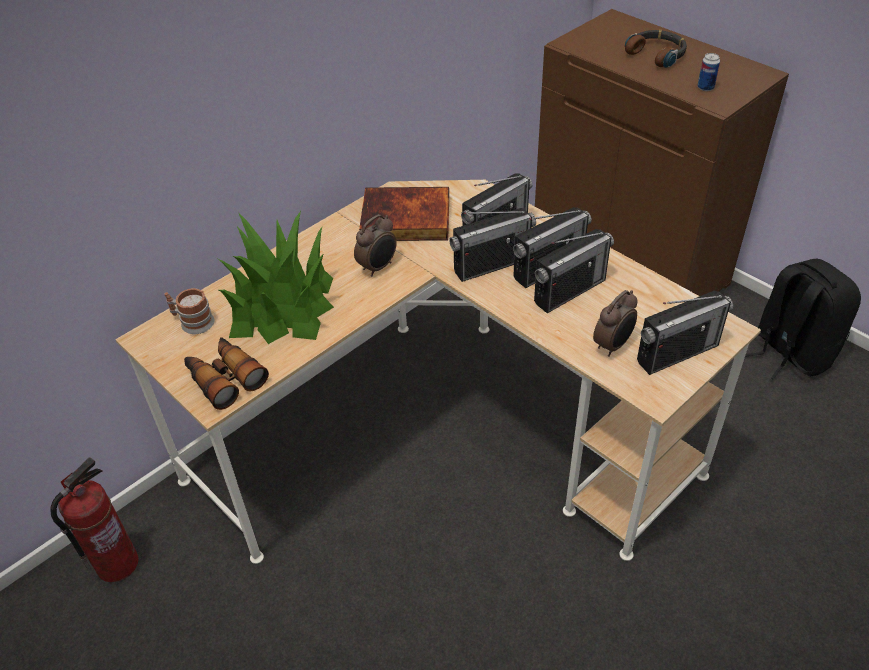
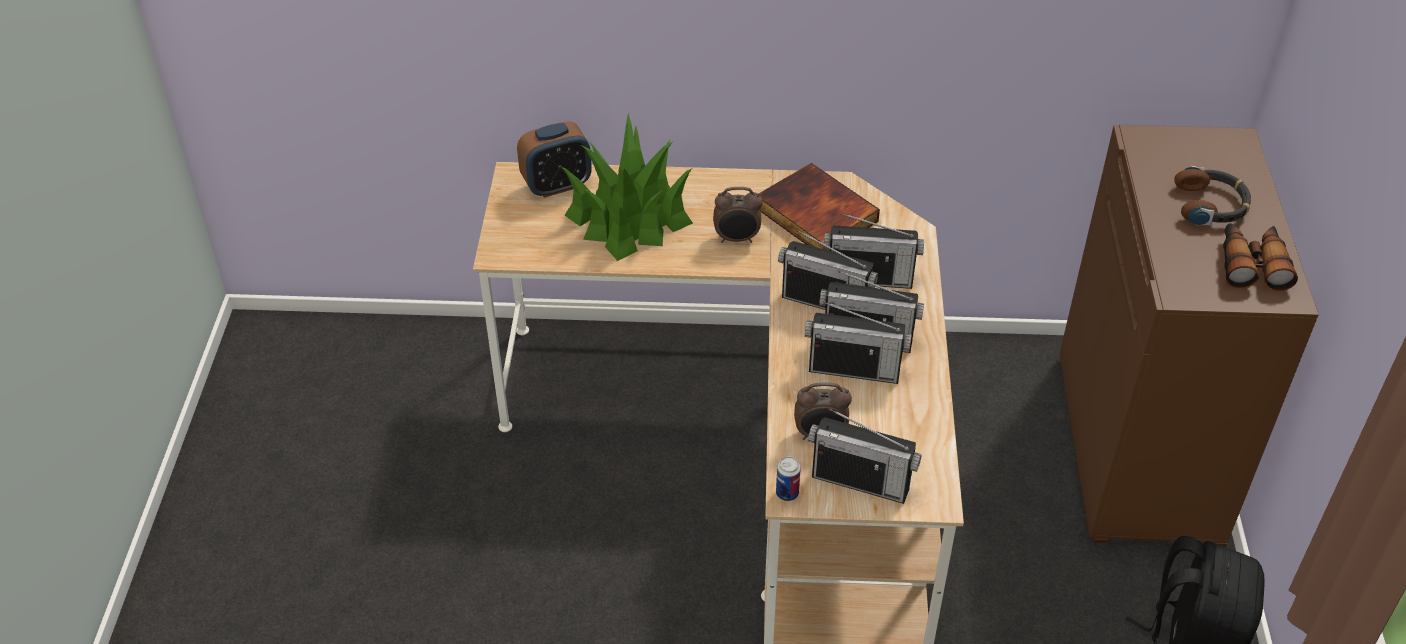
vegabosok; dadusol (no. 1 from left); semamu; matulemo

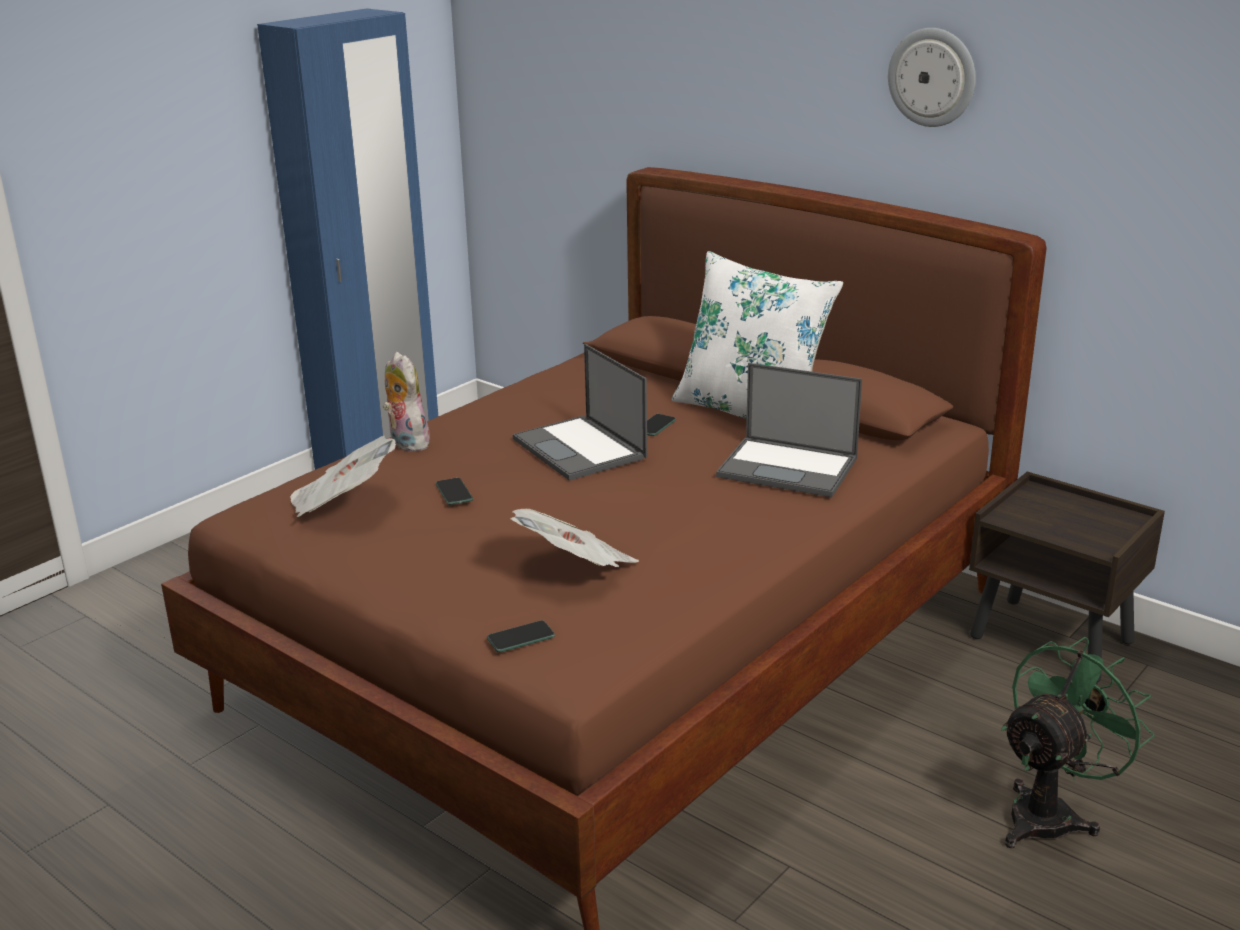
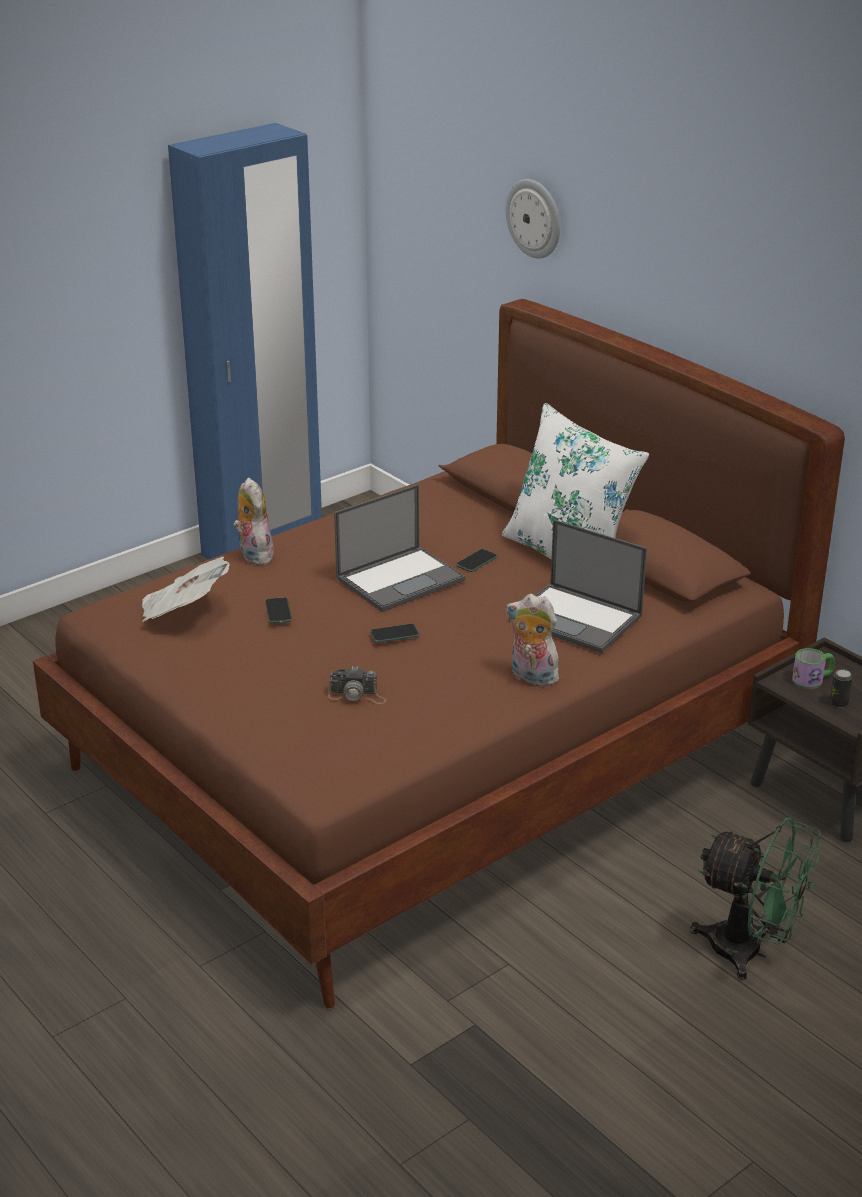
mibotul; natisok (no. 1 from left); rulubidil; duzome (no. 2 from left); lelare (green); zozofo (no. 2 from left); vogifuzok; vegabosok

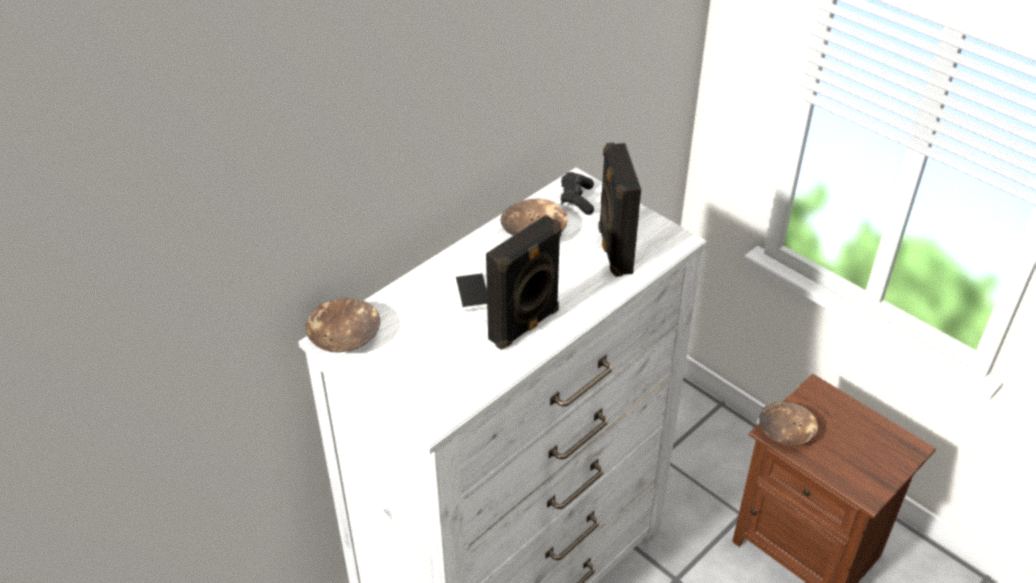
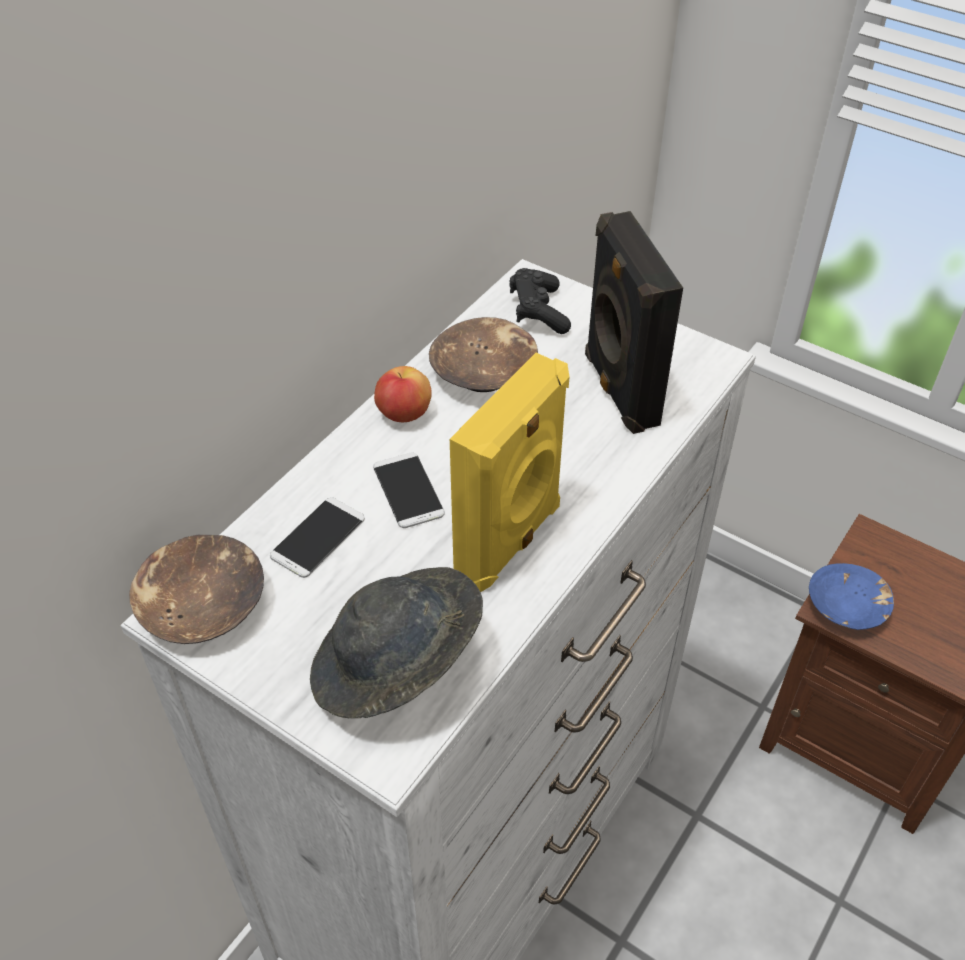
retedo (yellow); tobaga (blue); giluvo; duzome (no. 1 from left); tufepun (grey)

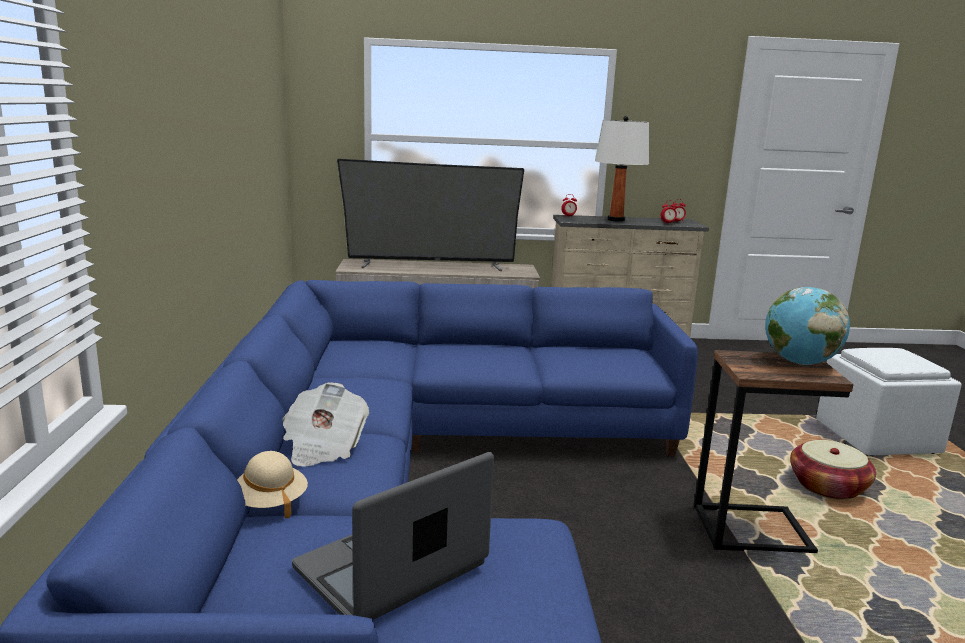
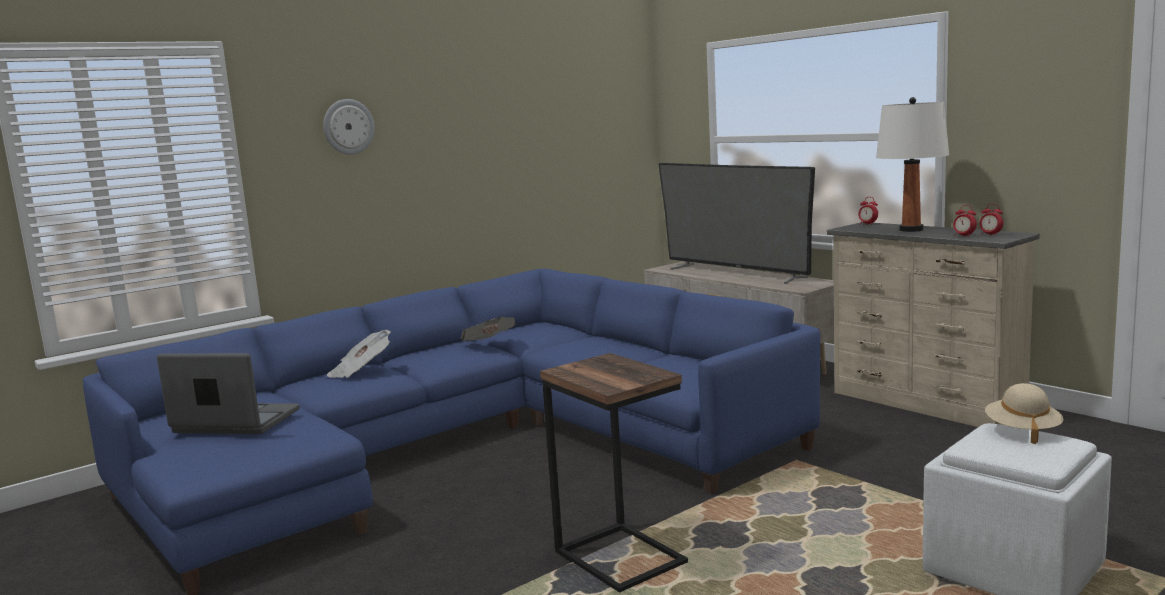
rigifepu; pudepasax; tufepun (beige); mibotul; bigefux (no. 2 from left)

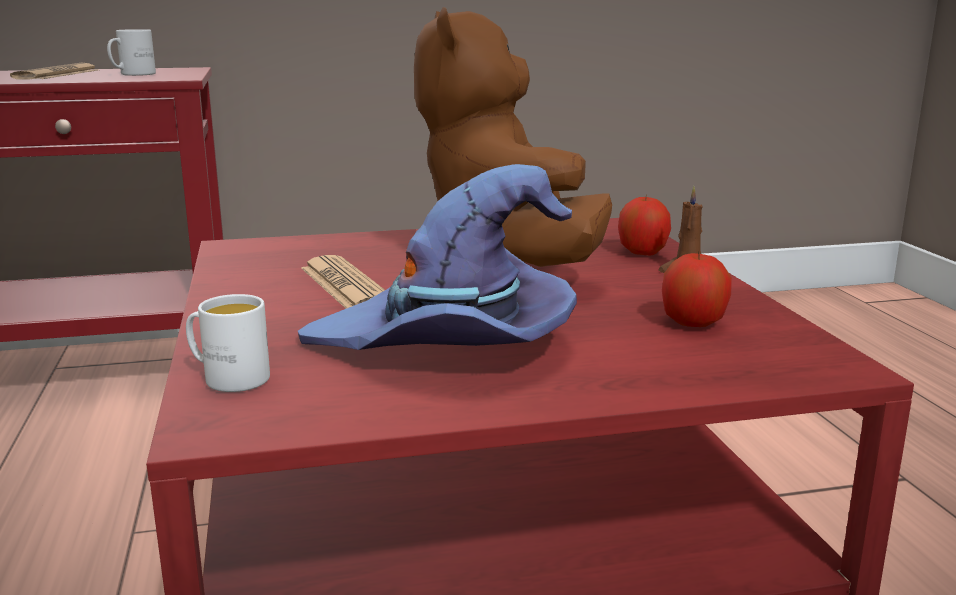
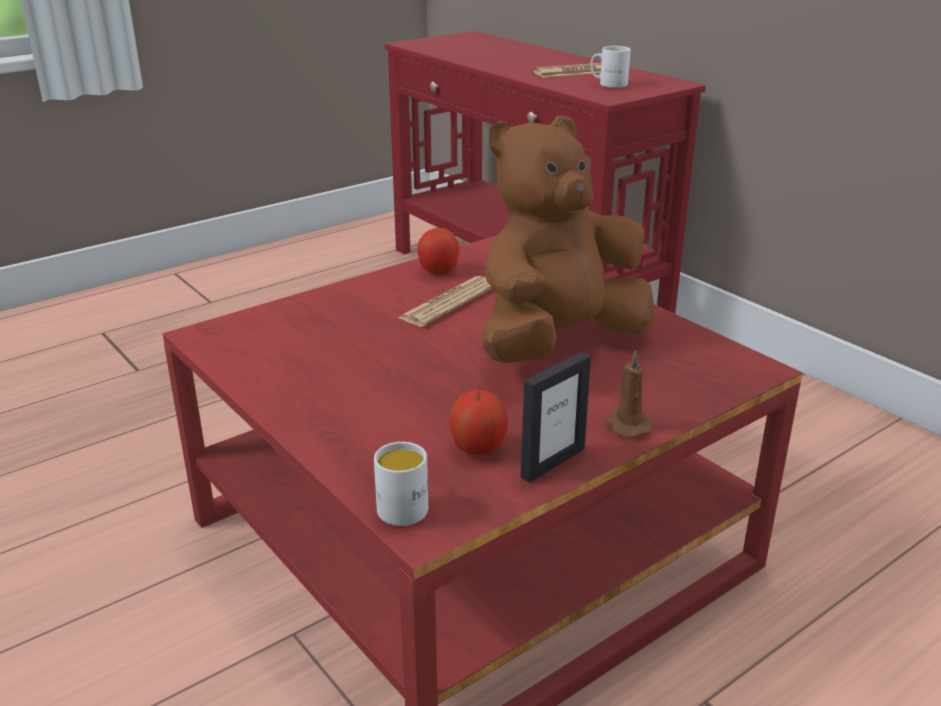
tufepun (purple); giluvo (no. 1 from left); vogifuzok (white) (no. 1 from left); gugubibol

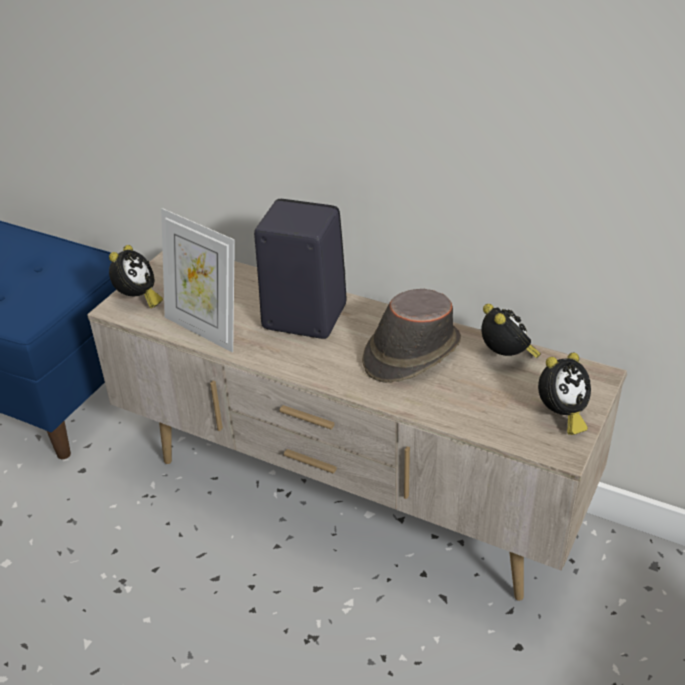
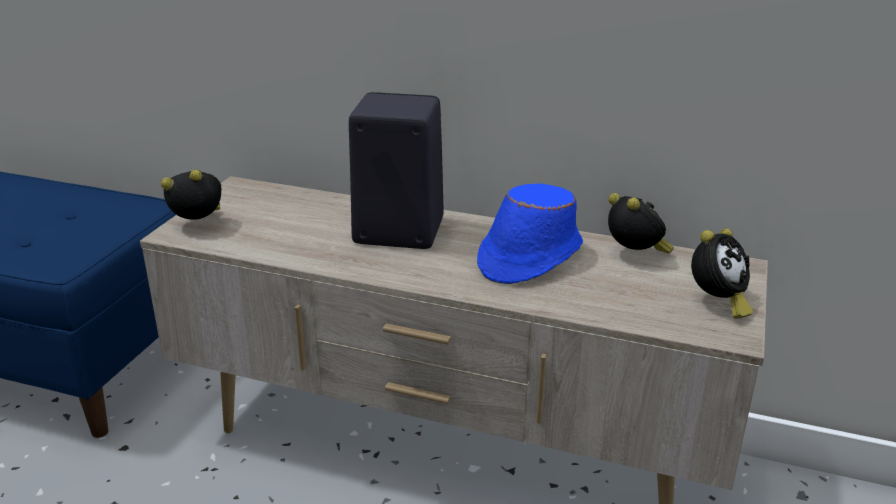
gugubibol; dadusol (no. 1 from left); tufepun (blue)

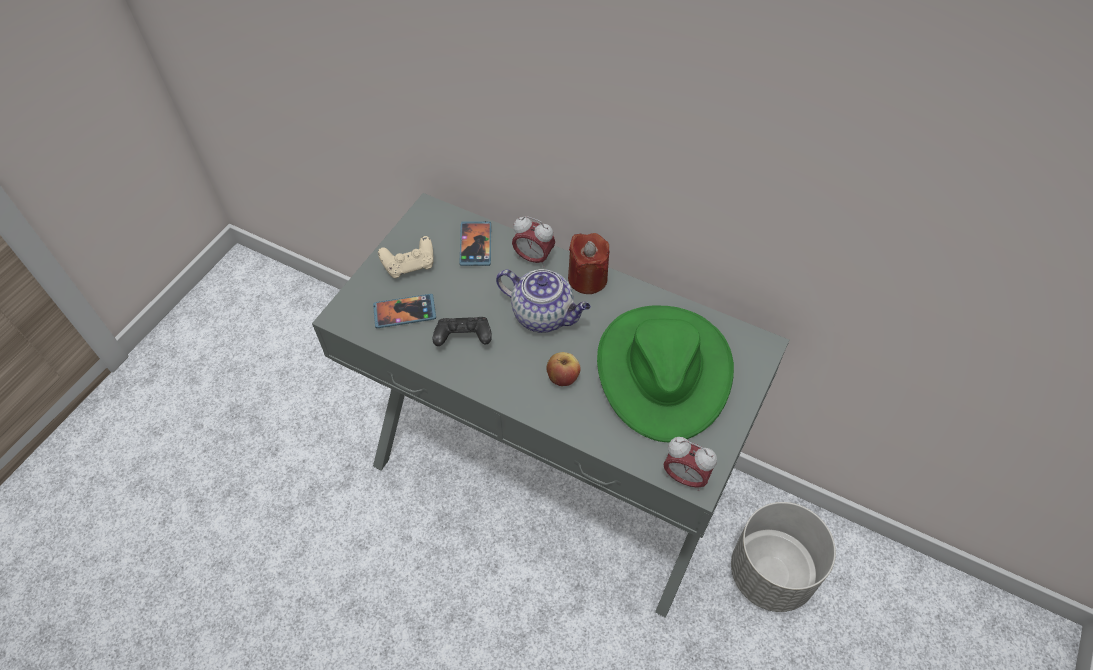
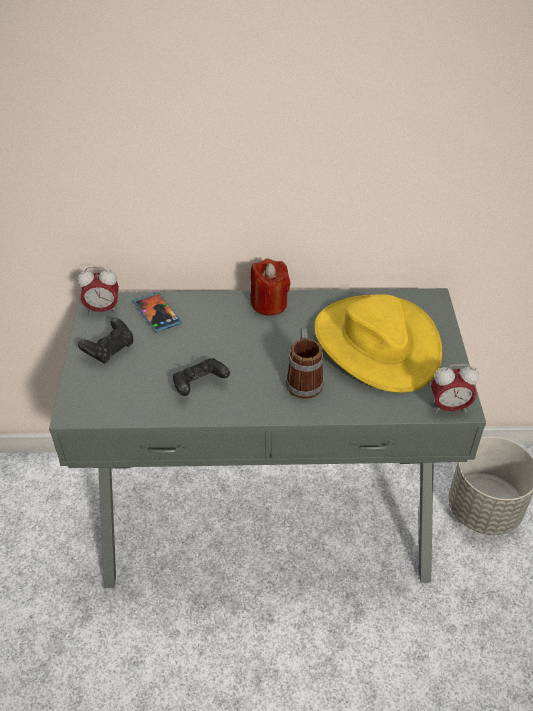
dadusol (no. 1 from left); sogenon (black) (no. 1 from left); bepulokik; duzome (no. 1 from left in the first image); tufepun (yellow); vogifuzok

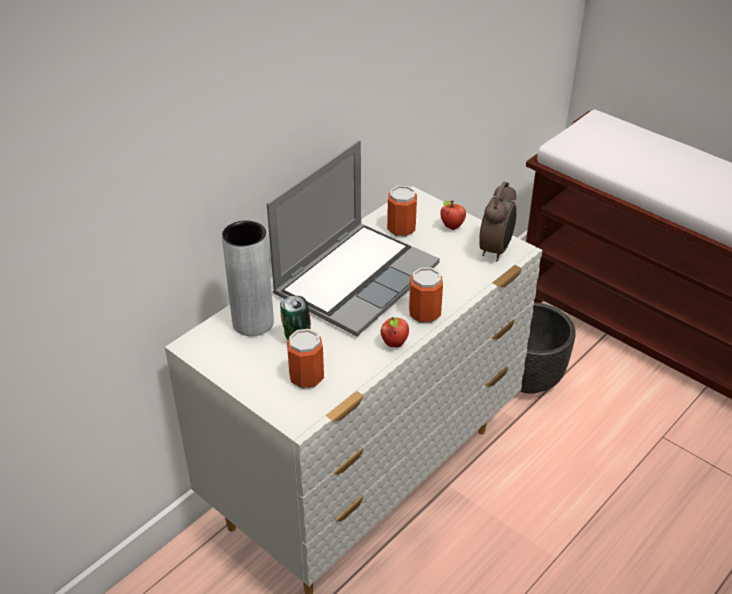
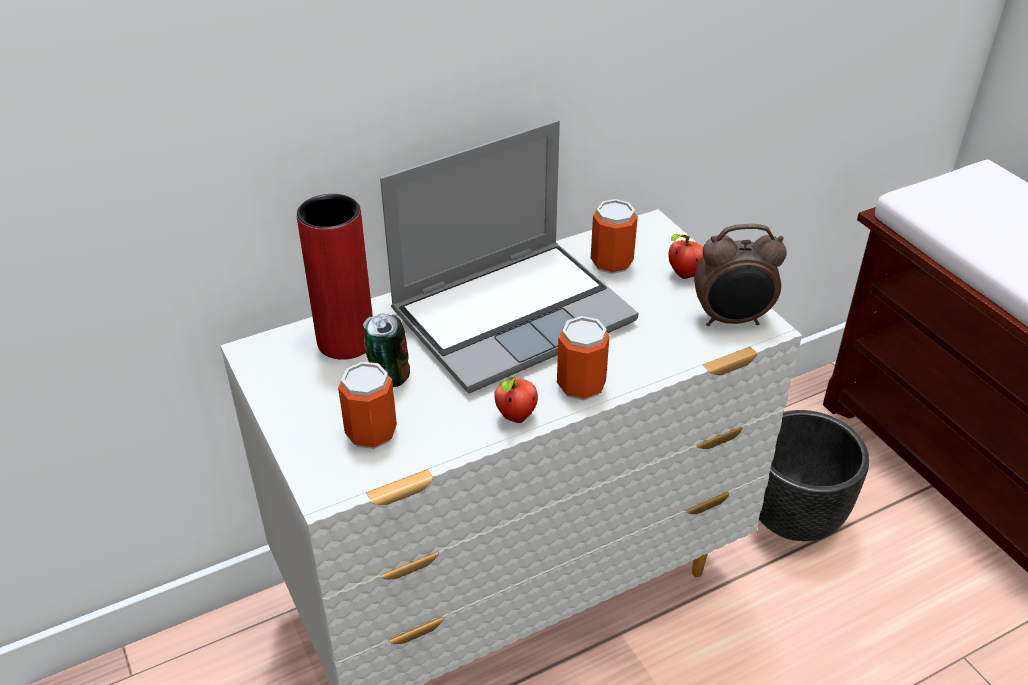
dadusol; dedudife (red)

